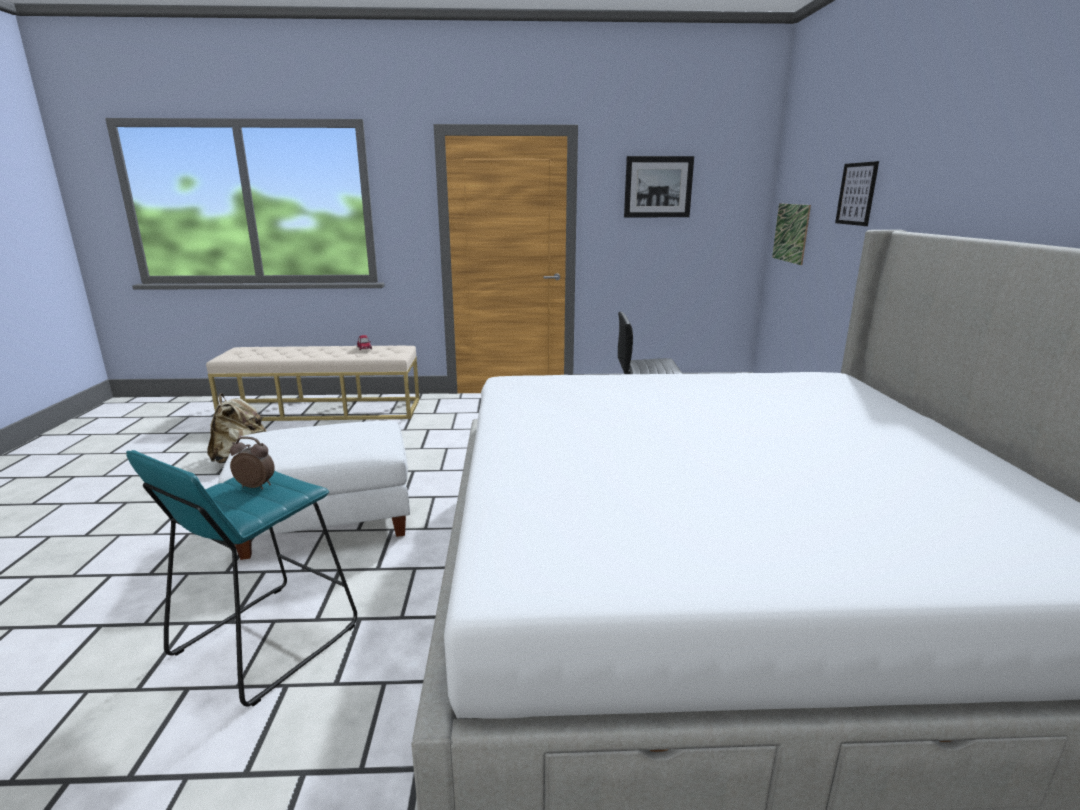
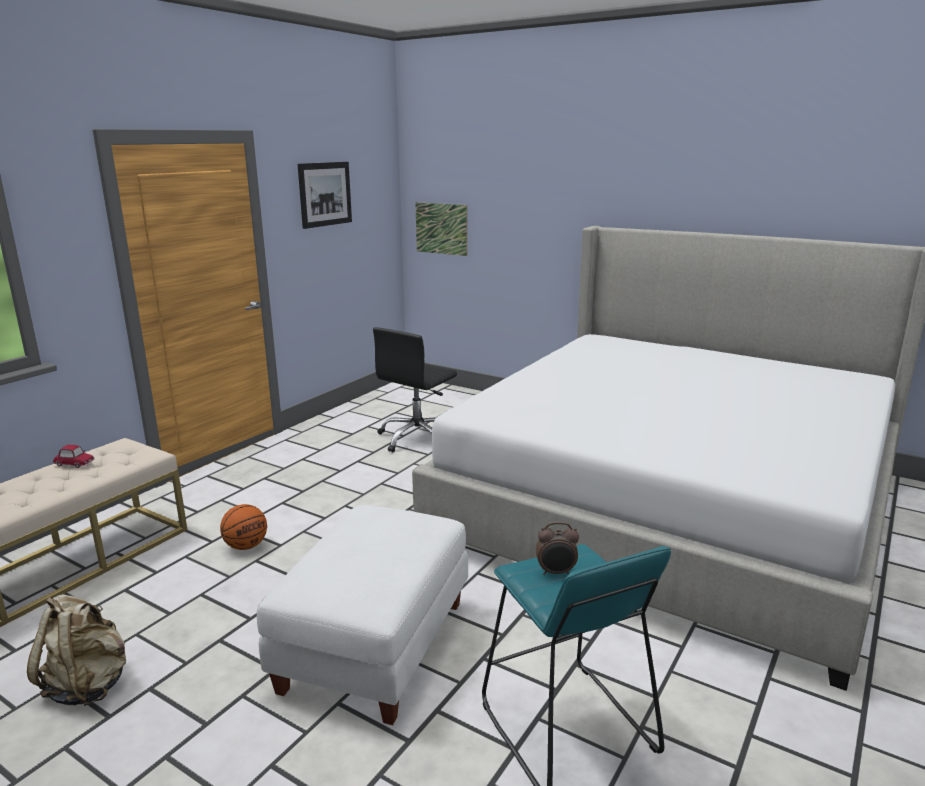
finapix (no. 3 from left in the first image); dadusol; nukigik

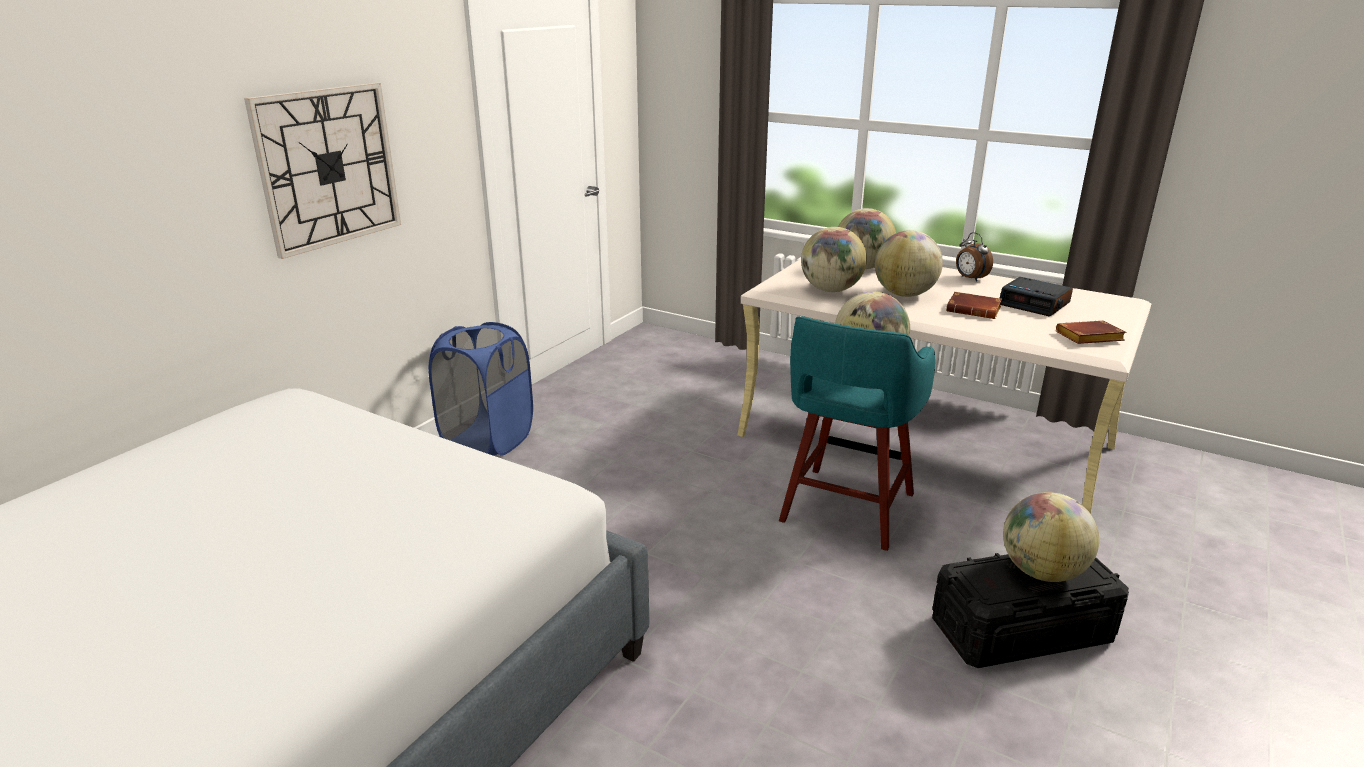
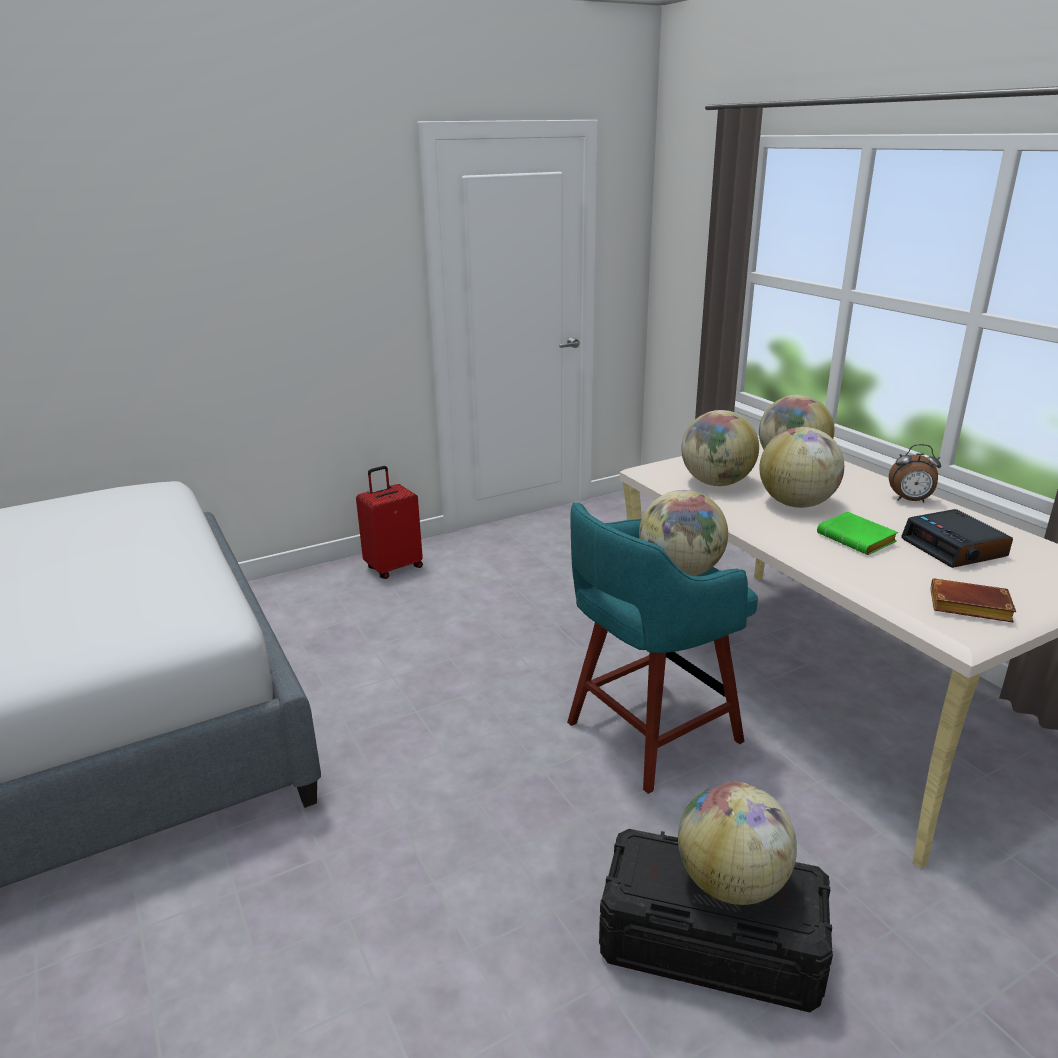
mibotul; dadusol (no. 1 from left); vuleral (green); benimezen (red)

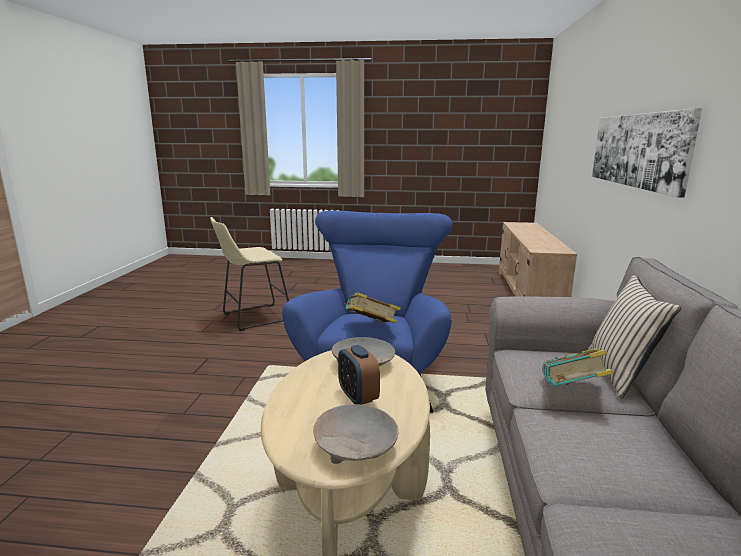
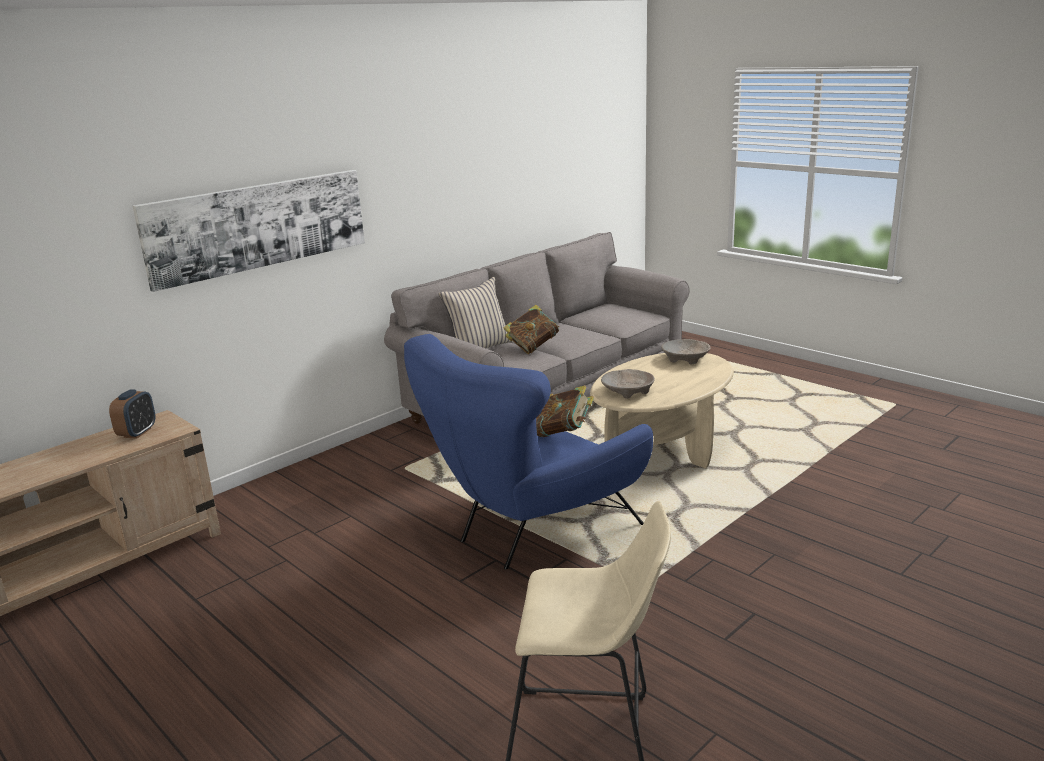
dadusol

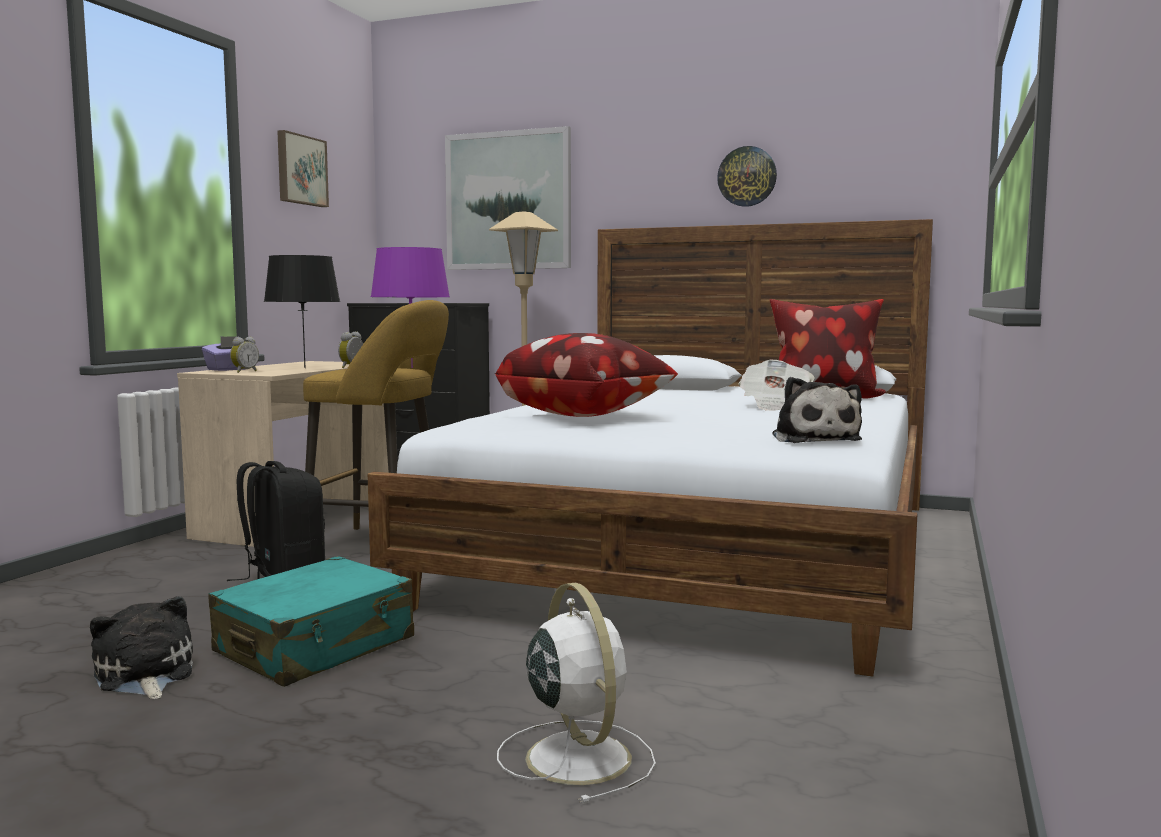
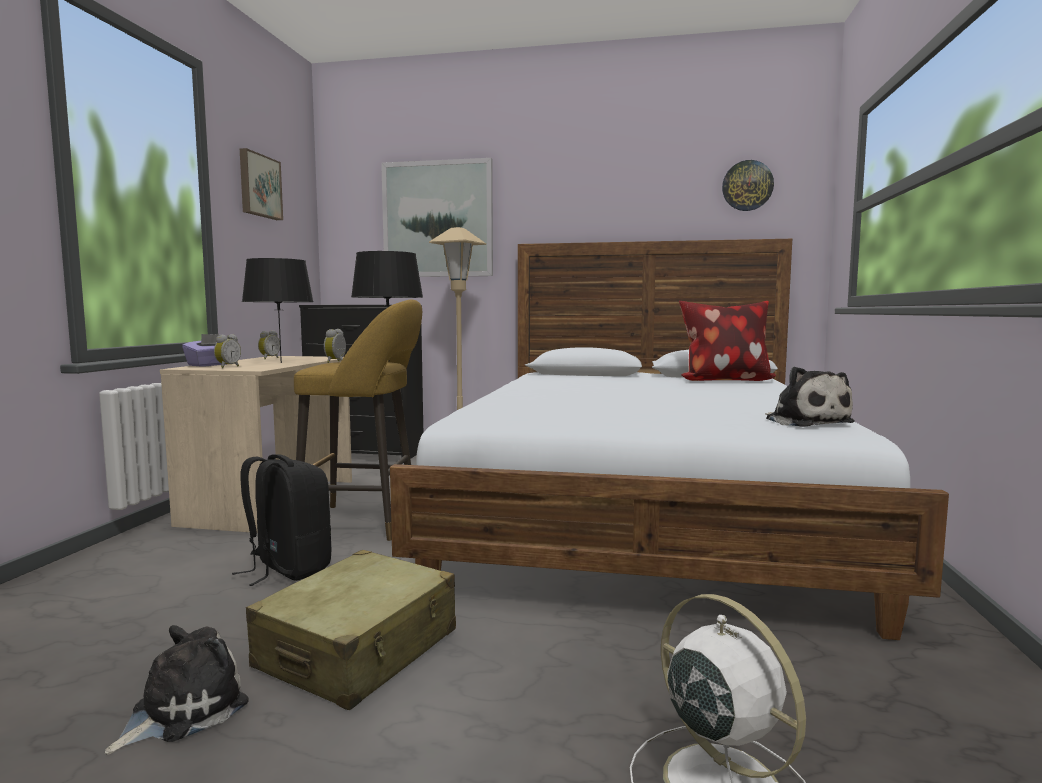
mibotul; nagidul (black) (no. 2 from left); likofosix (no. 1 from left in the first image); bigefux; benimezen (beige); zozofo (no. 1 from left); dadusol (no. 2 from left)

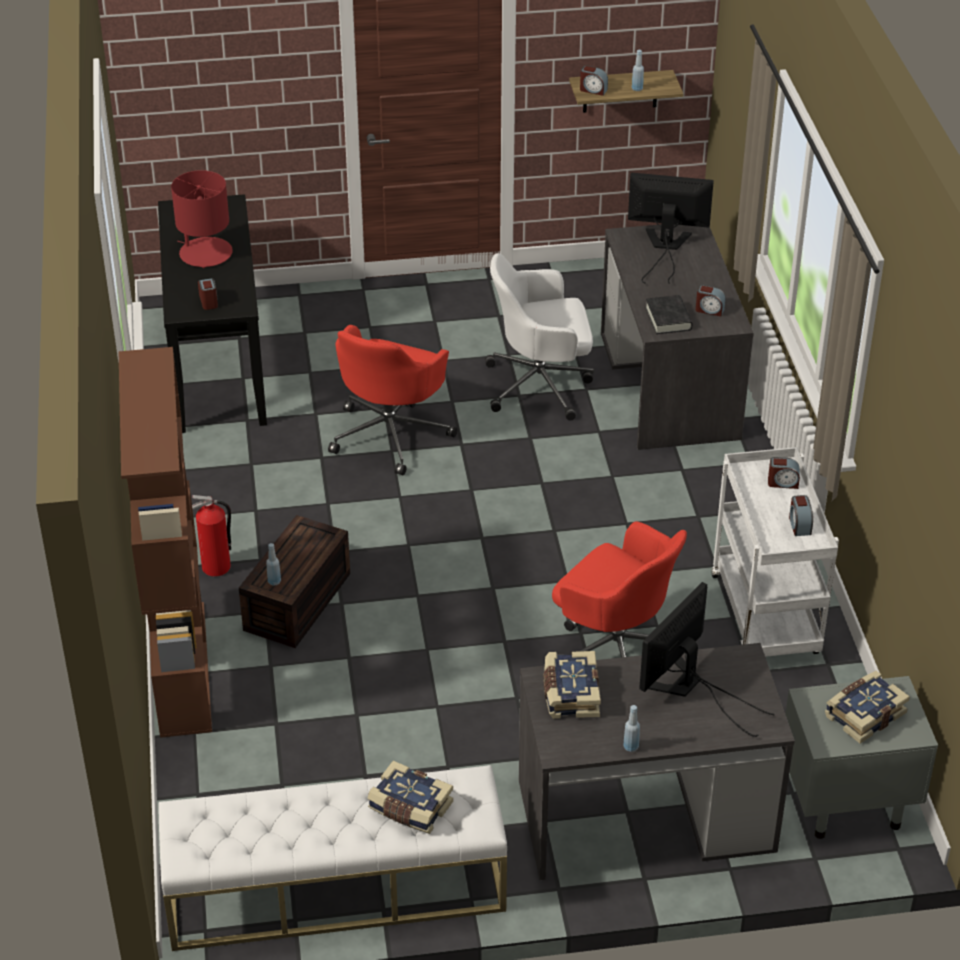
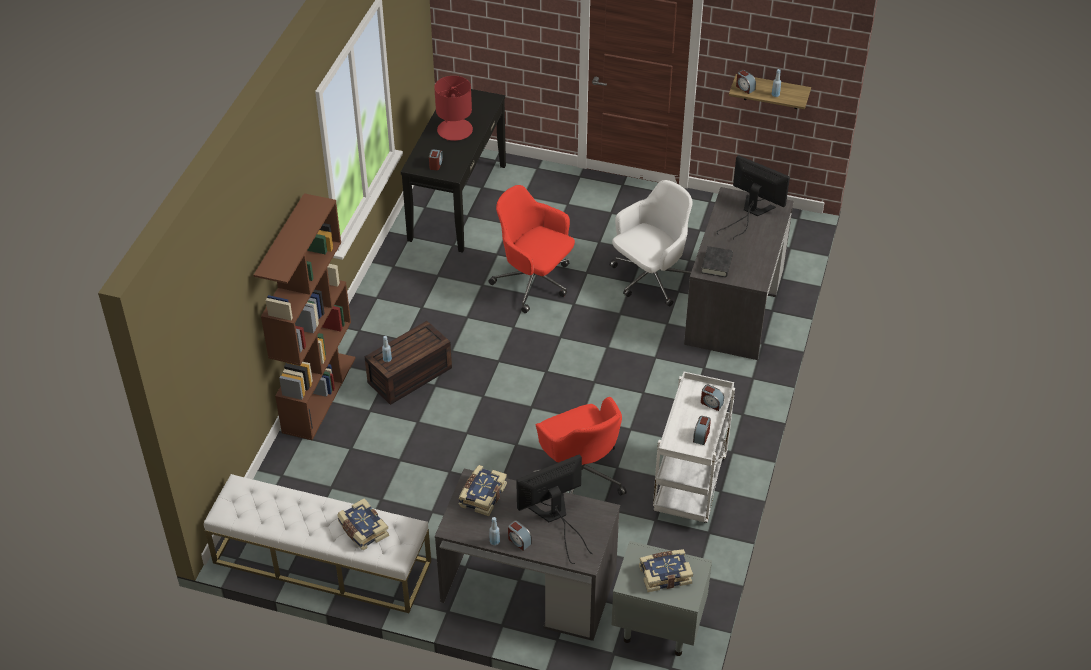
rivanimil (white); dadusol (no. 2 from left); rivanimil (red) (no. 1 from left); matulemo

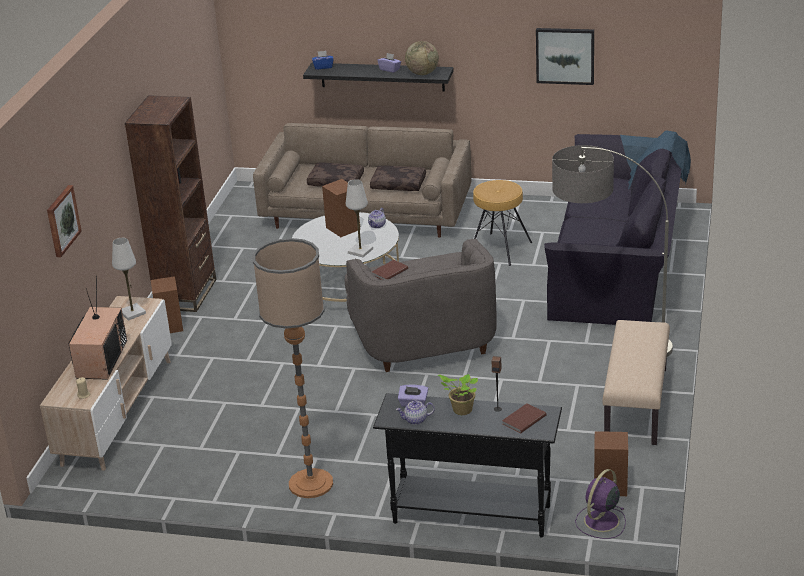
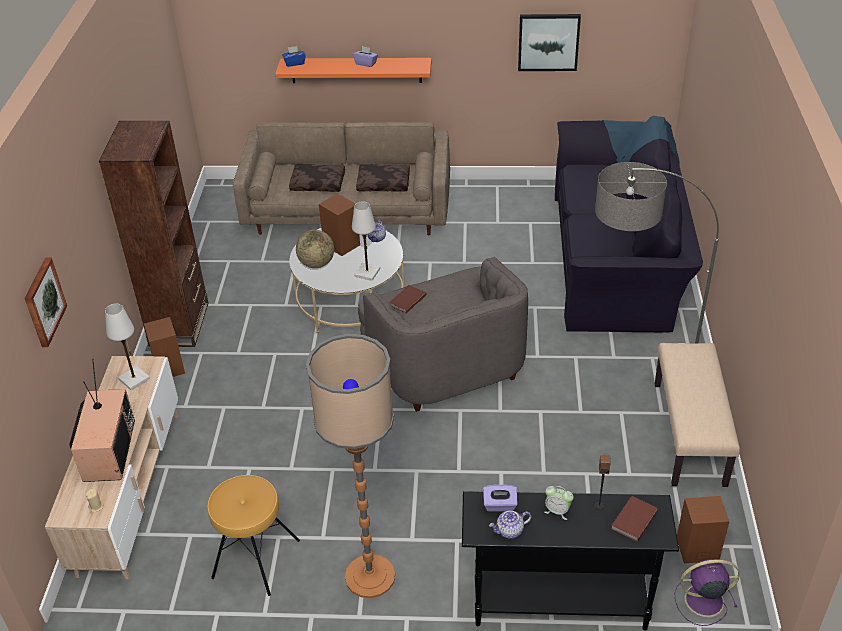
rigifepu; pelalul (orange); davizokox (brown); dadusol; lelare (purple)

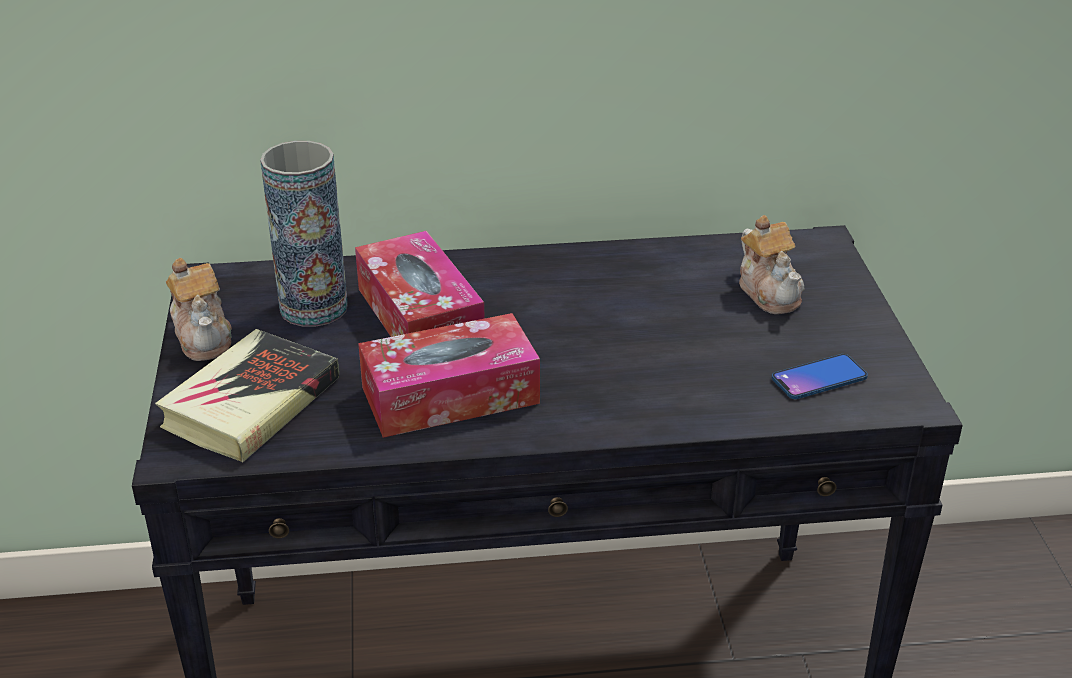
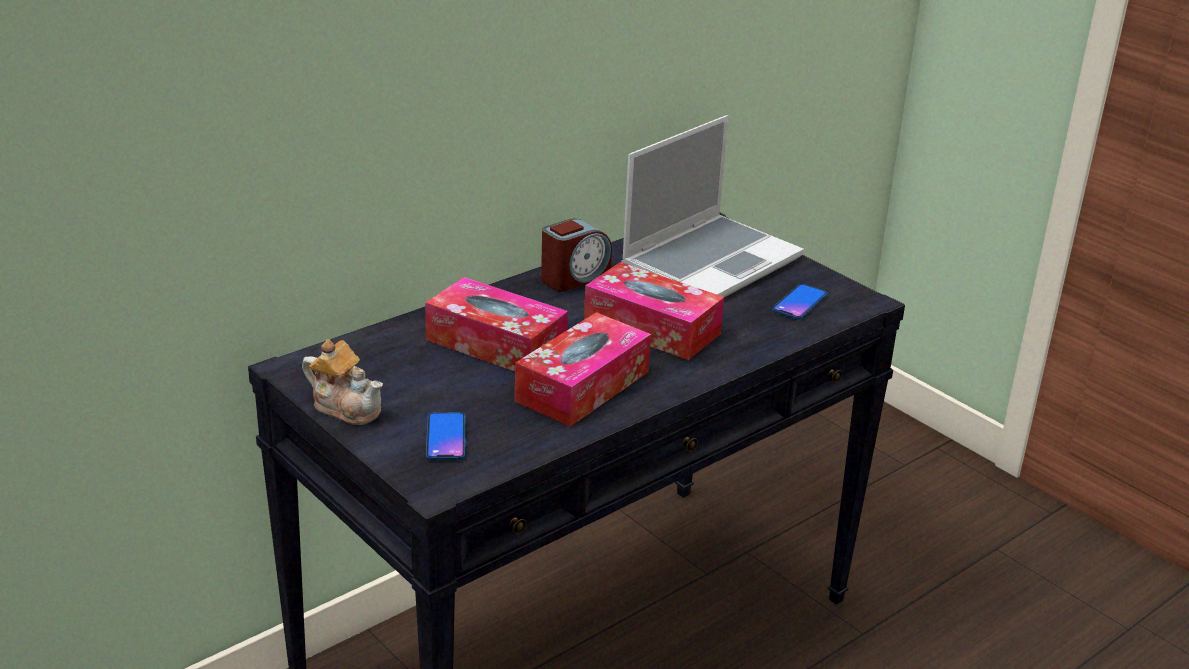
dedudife; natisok; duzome (no. 1 from left); dadusol; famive (no. 3 from left)

